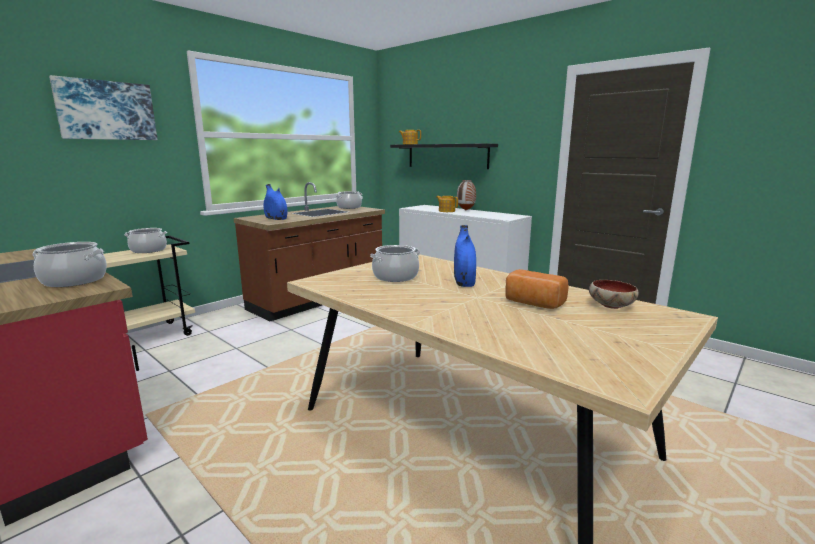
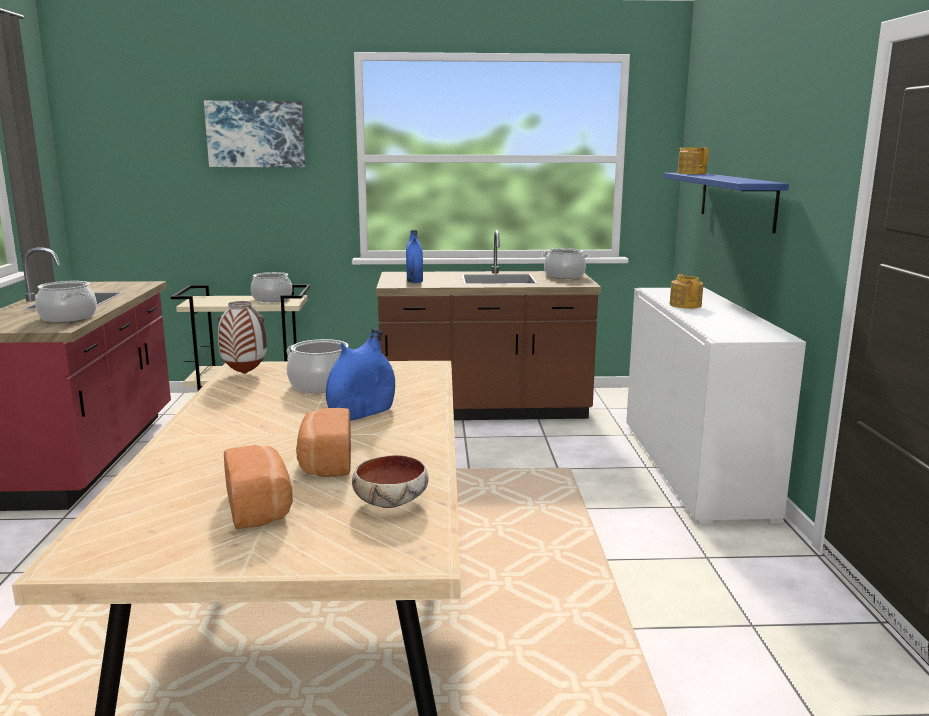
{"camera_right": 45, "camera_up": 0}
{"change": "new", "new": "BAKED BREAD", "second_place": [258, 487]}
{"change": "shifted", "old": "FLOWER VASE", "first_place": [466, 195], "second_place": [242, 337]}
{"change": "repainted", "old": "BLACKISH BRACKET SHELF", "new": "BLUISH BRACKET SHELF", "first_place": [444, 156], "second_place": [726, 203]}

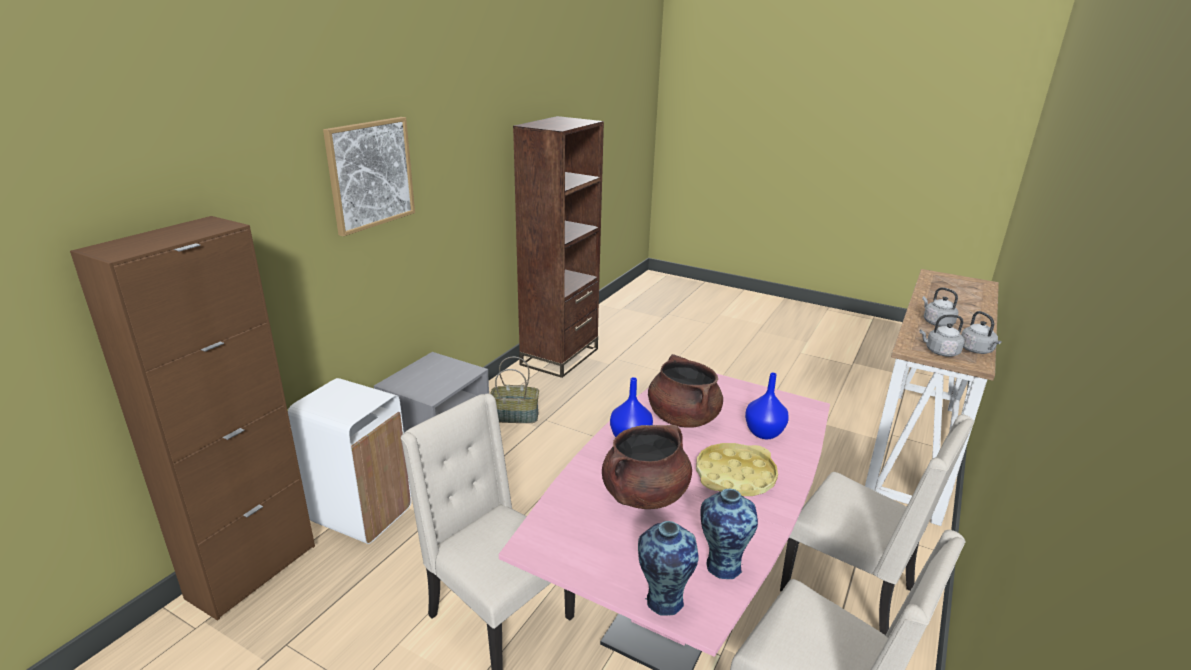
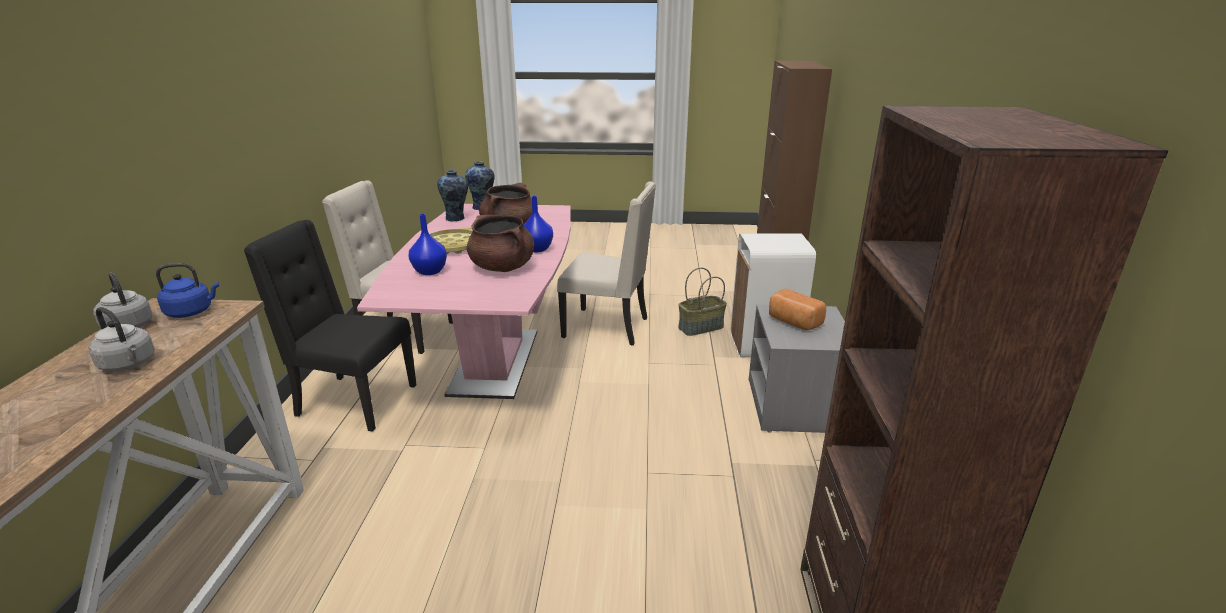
{"camera_right": 155, "camera_up": 0}
{"change": "gone", "old": "WALL PICTURE", "first_place": [369, 176]}
{"change": "new", "new": "BAKED BREAD", "second_place": [797, 309]}
{"change": "shifted", "old": "STORAGE BASKET", "first_place": [514, 389], "second_place": [702, 302]}
{"change": "repainted", "old": "BEIGE-COLOURED CHAIR", "new": "BLACKISH CHAIR", "first_place": [877, 524], "second_place": [330, 326]}
{"change": "repainted", "old": "GREY WATER KETTLE", "new": "BLUISH WATER KETTLE", "first_place": [942, 336], "second_place": [187, 290]}

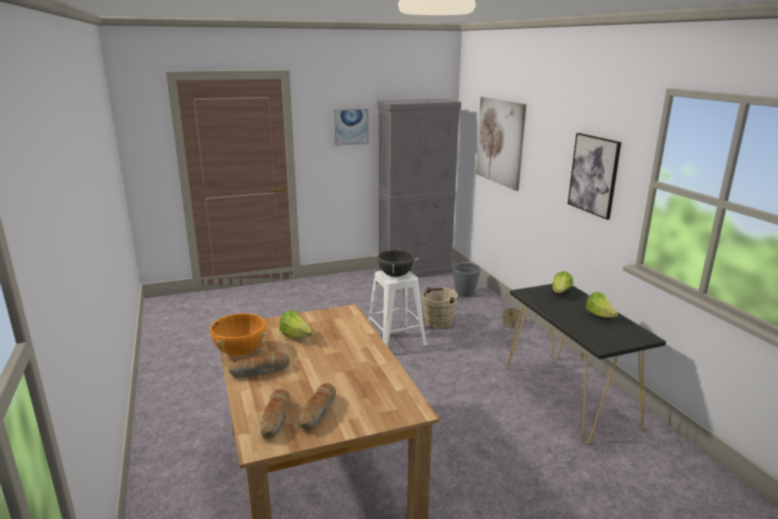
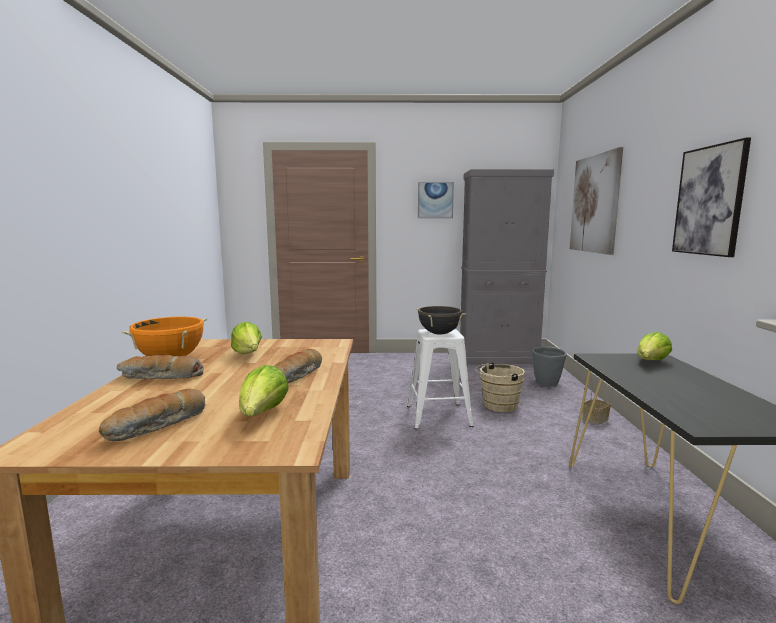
{"camera_right": 20, "camera_up": -10}
{"change": "shifted", "old": "BAKED BREAD", "first_place": [275, 413], "second_place": [298, 366]}
{"change": "shifted", "old": "HEAD OF LETTUCE", "first_place": [602, 305], "second_place": [264, 391]}

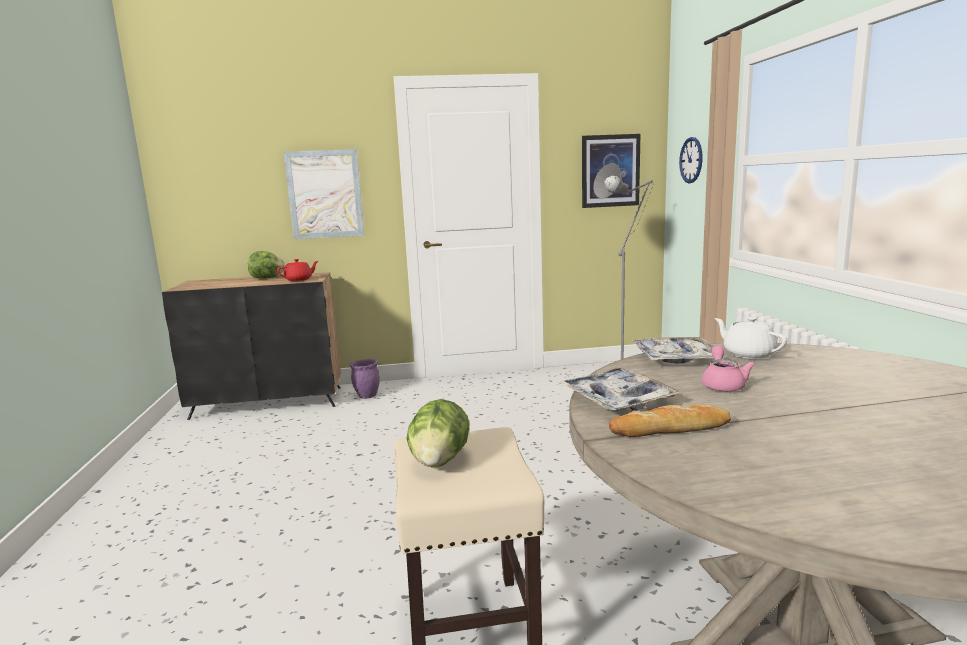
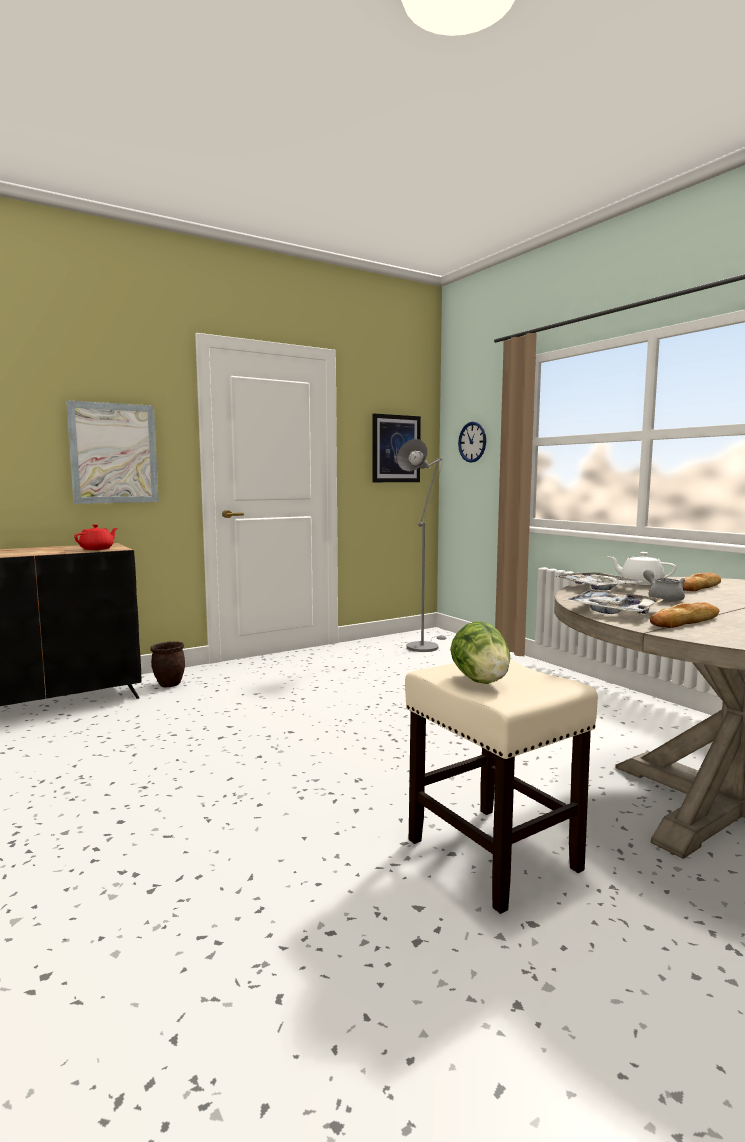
{"camera_right": -25, "camera_up": -5}
{"change": "gone", "old": "HEAD OF LETTUCE", "first_place": [266, 265]}
{"change": "new", "new": "BAKED BREAD", "second_place": [702, 581]}
{"change": "repainted", "old": "PURPLE FLOWER POT", "new": "BROWN-COLOURED FLOWER POT", "first_place": [365, 379], "second_place": [167, 664]}
{"change": "repainted", "old": "PINK-COLOURED TEA POT", "new": "GREY TEA POT", "first_place": [728, 368], "second_place": [664, 586]}

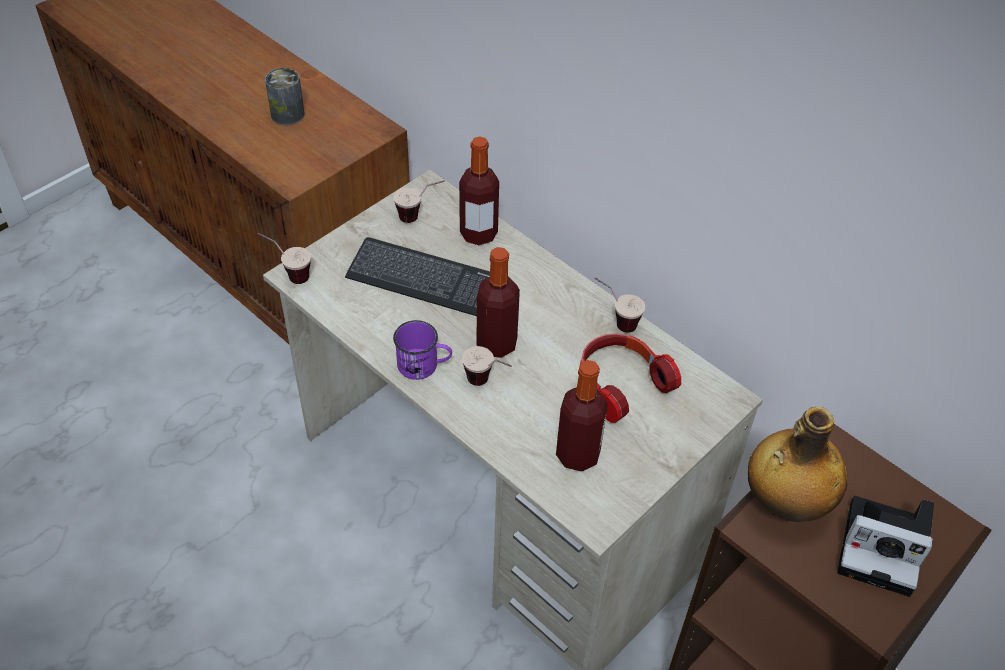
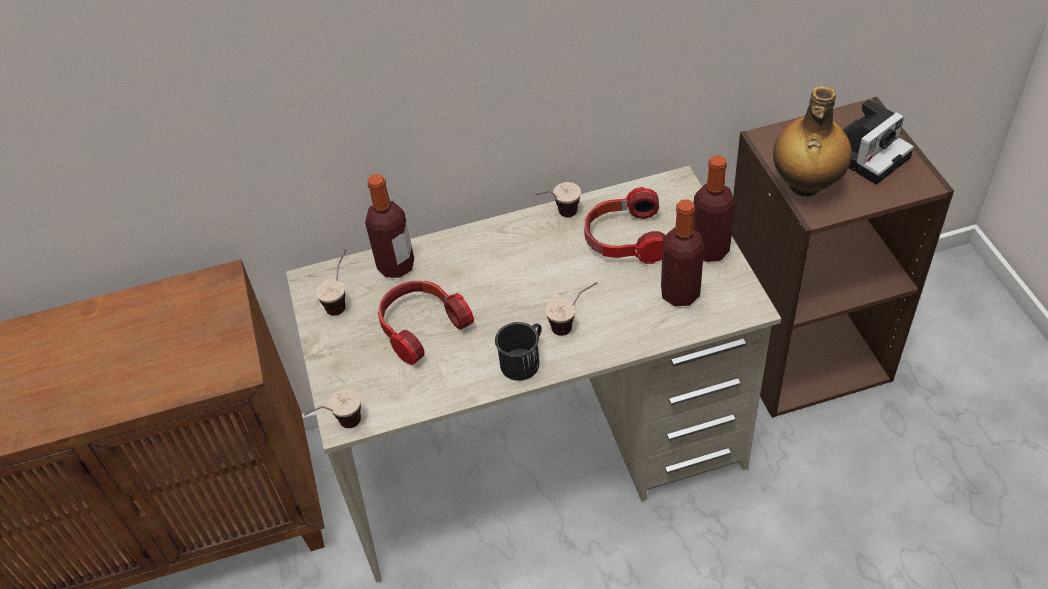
{"camera_right": -55, "camera_up": 0}
{"change": "gone", "old": "SEALED CAN", "first_place": [285, 96]}
{"change": "shifted", "old": "DRINK BOTTLE", "first_place": [498, 302], "second_place": [714, 208]}
{"change": "swapped", "old": "COMPUTER KEYBOARD", "new": "HEADPHONES", "first_place": [417, 276], "second_place": [426, 322]}
{"change": "repainted", "old": "PURPLE TEA MUG", "new": "BLACKISH TEA MUG", "first_place": [422, 350], "second_place": [518, 351]}

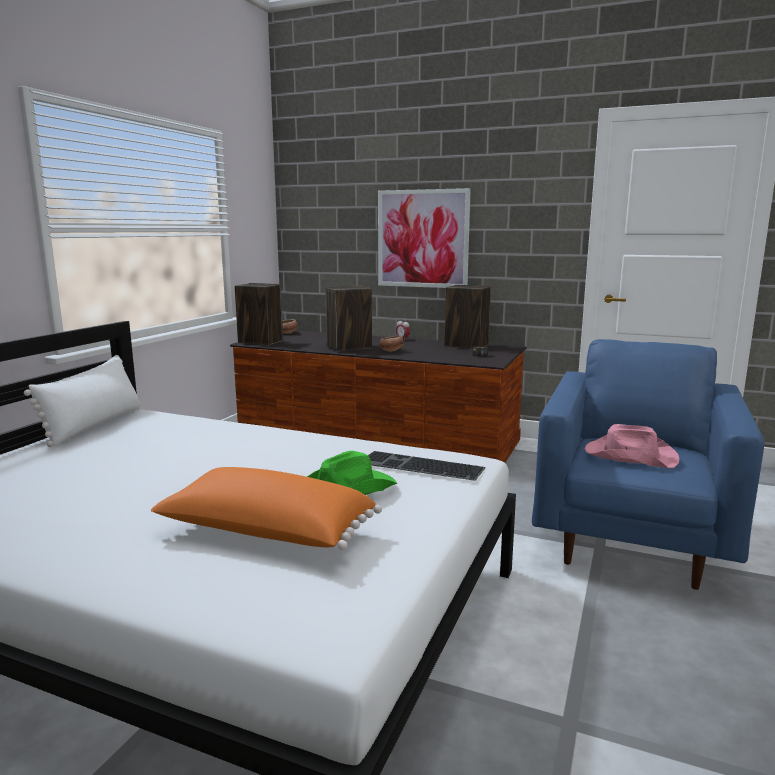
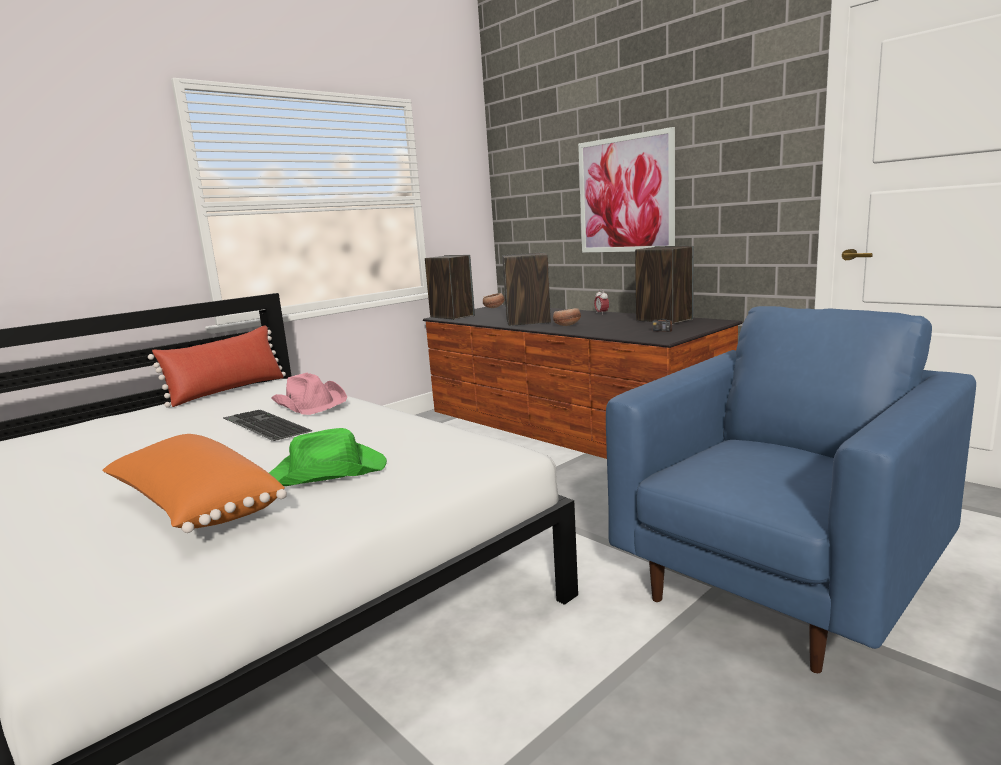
{"camera_right": 25, "camera_up": 0}
{"change": "shifted", "old": "COMPUTER KEYBOARD", "first_place": [427, 466], "second_place": [268, 425]}
{"change": "shifted", "old": "PINK-COLOURED CLOTHING HAT", "first_place": [631, 446], "second_place": [309, 394]}
{"change": "repainted", "old": "WHITE PILLOW", "new": "RED-COLOURED PILLOW", "first_place": [82, 401], "second_place": [217, 366]}

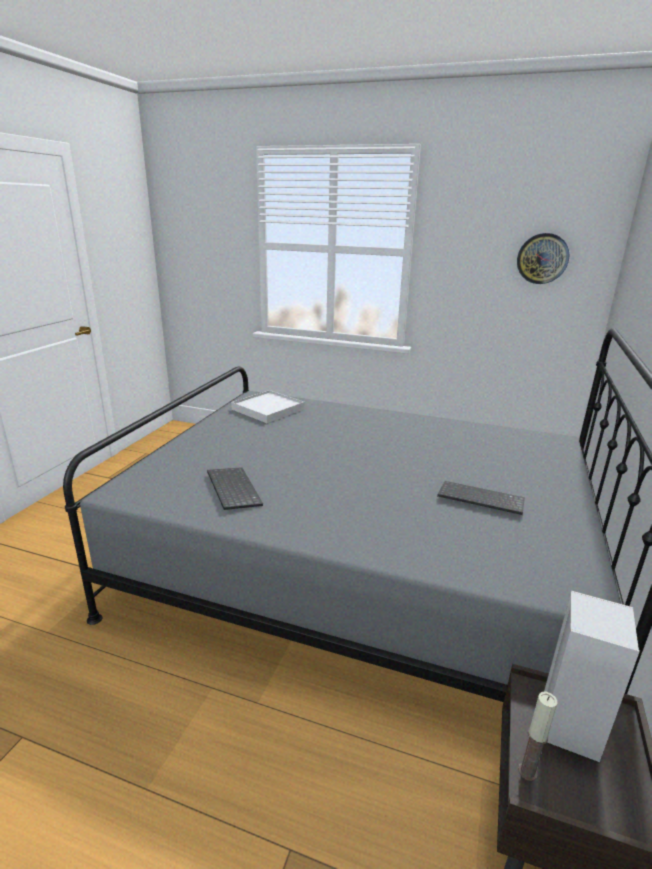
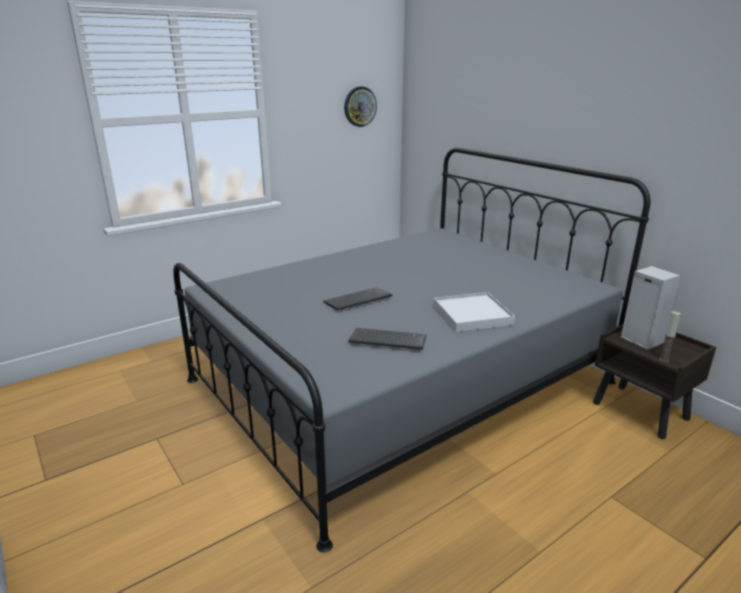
{"camera_right": -55, "camera_up": 0}
{"change": "shifted", "old": "WHITE CARRYING TRAY", "first_place": [268, 406], "second_place": [474, 312]}
{"change": "shifted", "old": "COMPUTER KEYBOARD", "first_place": [481, 498], "second_place": [357, 299]}

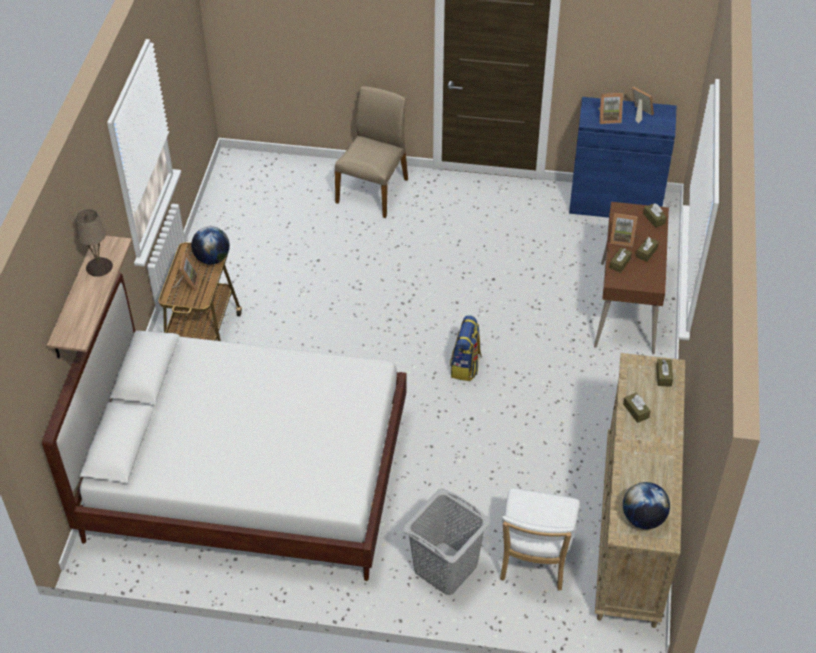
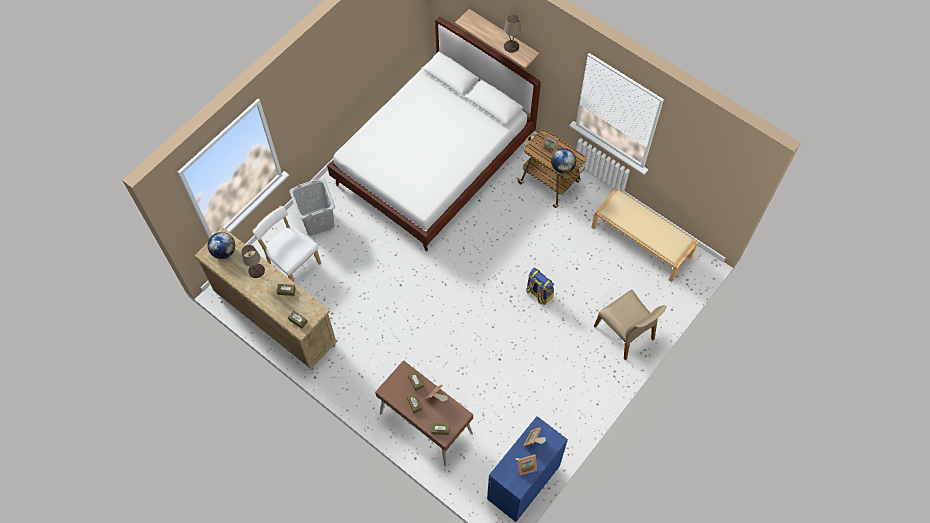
{"camera_right": 120, "camera_up": 15}
{"change": "new", "new": "BEIGE-COLOURED TABLE LAMP", "second_place": [253, 261]}
{"change": "new", "new": "BEIGE-COLOURED INDOOR BENCH", "second_place": [644, 235]}
{"change": "shifted", "old": "BACKPACK", "first_place": [466, 348], "second_place": [540, 286]}

